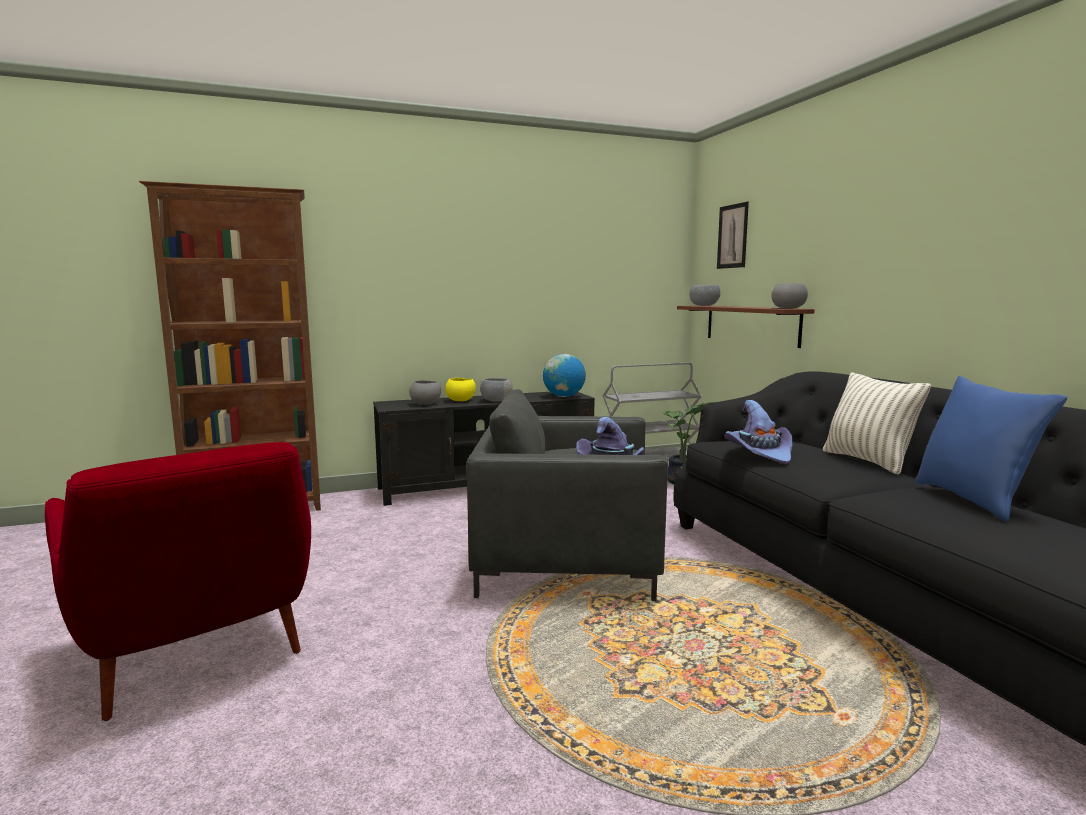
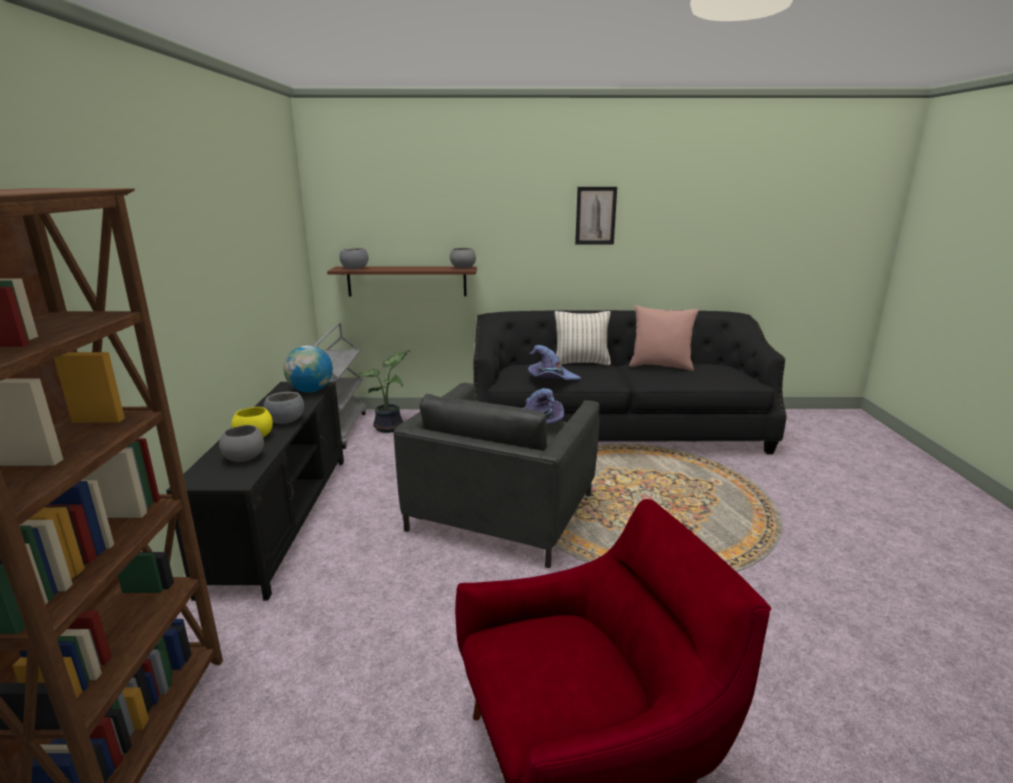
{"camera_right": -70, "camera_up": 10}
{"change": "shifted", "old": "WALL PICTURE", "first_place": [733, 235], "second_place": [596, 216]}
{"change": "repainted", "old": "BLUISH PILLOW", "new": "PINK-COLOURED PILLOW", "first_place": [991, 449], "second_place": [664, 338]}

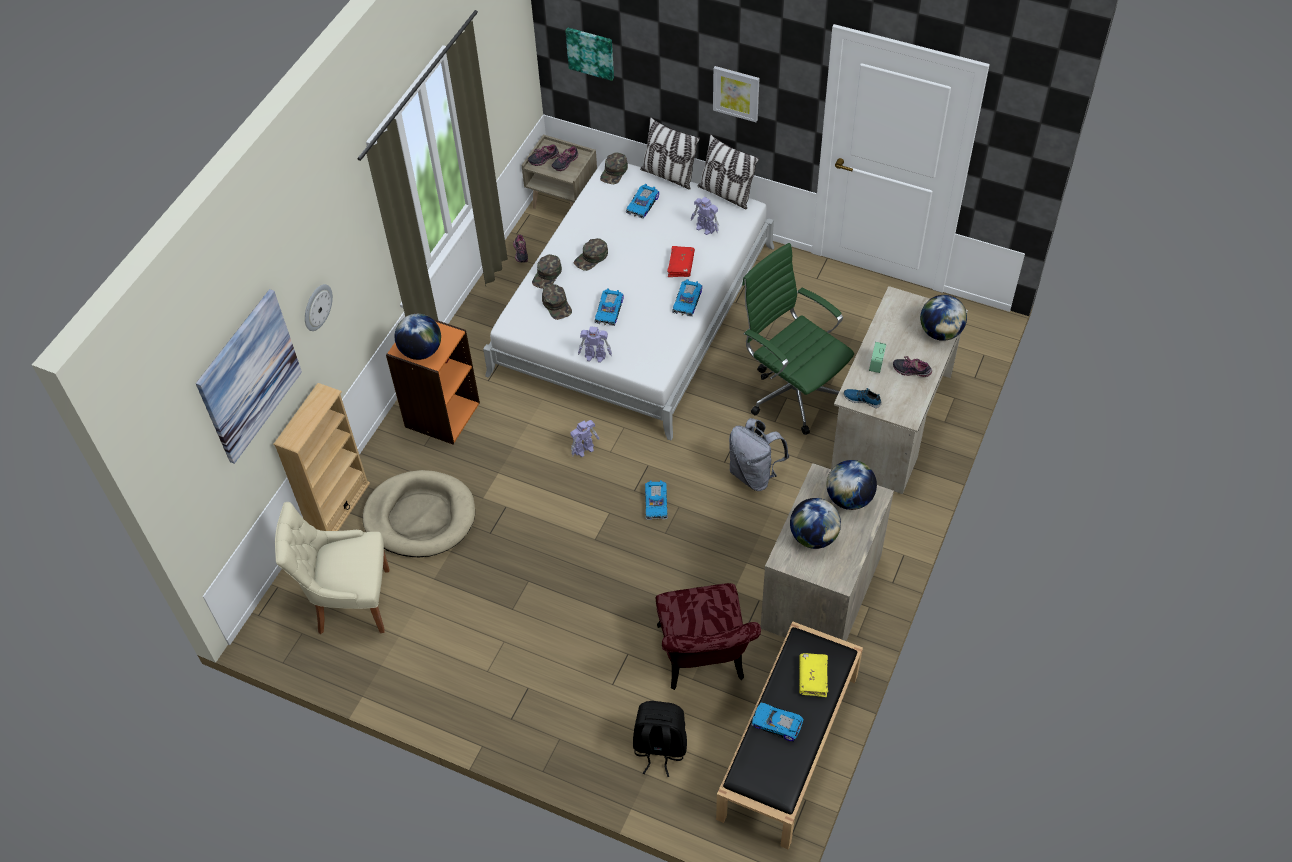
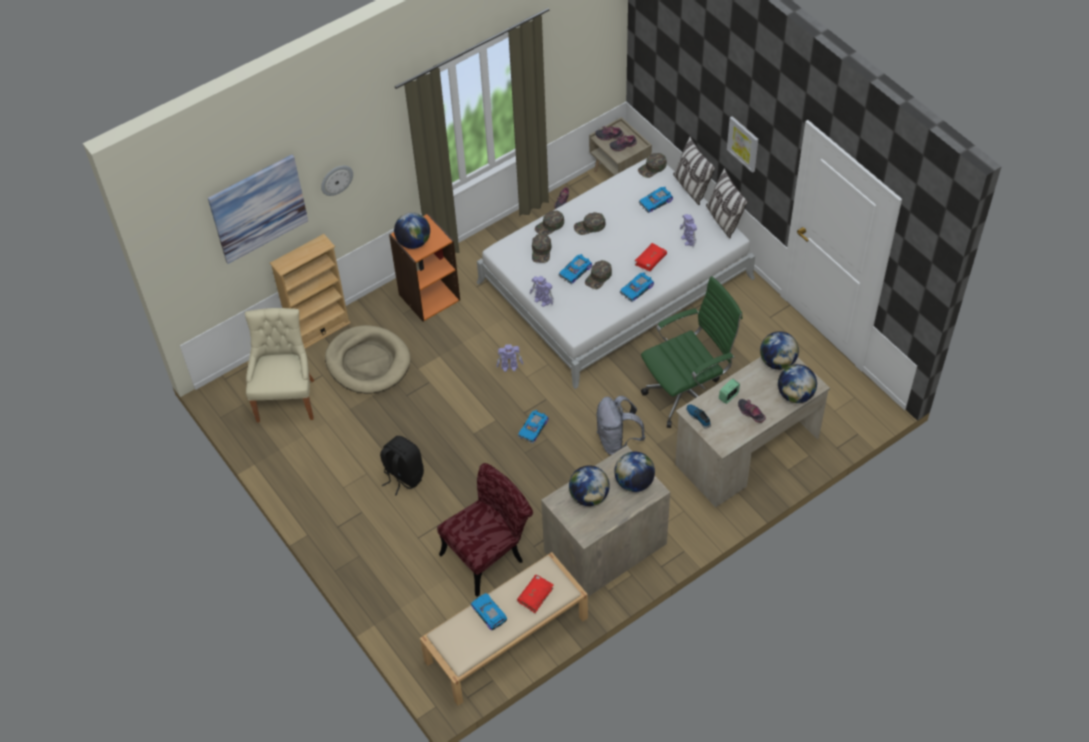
{"camera_right": 30, "camera_up": 0}
{"change": "gone", "old": "WALL PICTURE", "first_place": [589, 54]}
{"change": "new", "new": "GREEN PEAKED CAP", "second_place": [598, 274]}
{"change": "new", "new": "GLOBE", "second_place": [779, 350]}
{"change": "shifted", "old": "BLACKISH BACKPACK", "first_place": [660, 739], "second_place": [402, 465]}
{"change": "repainted", "old": "BLACKISH INDOOR BENCH", "new": "BEIGE-COLOURED INDOOR BENCH", "first_place": [789, 735], "second_place": [504, 629]}
{"change": "repainted", "old": "YELLOW VOLUME", "new": "RED-COLOURED VOLUME", "first_place": [813, 675], "second_place": [535, 594]}
{"change": "rotated", "old": "BEIGE-COLOURED CHAIR", "first_place": [332, 568], "second_place": [280, 365], "degrees": 60}
{"change": "rotated", "old": "RED-COLOURED CHAIR", "first_place": [708, 636], "second_place": [485, 530], "degrees": -150}
{"change": "rotated", "old": "GREEN COMPUTER CHAIR", "first_place": [798, 339], "second_place": [692, 352], "degrees": 75}

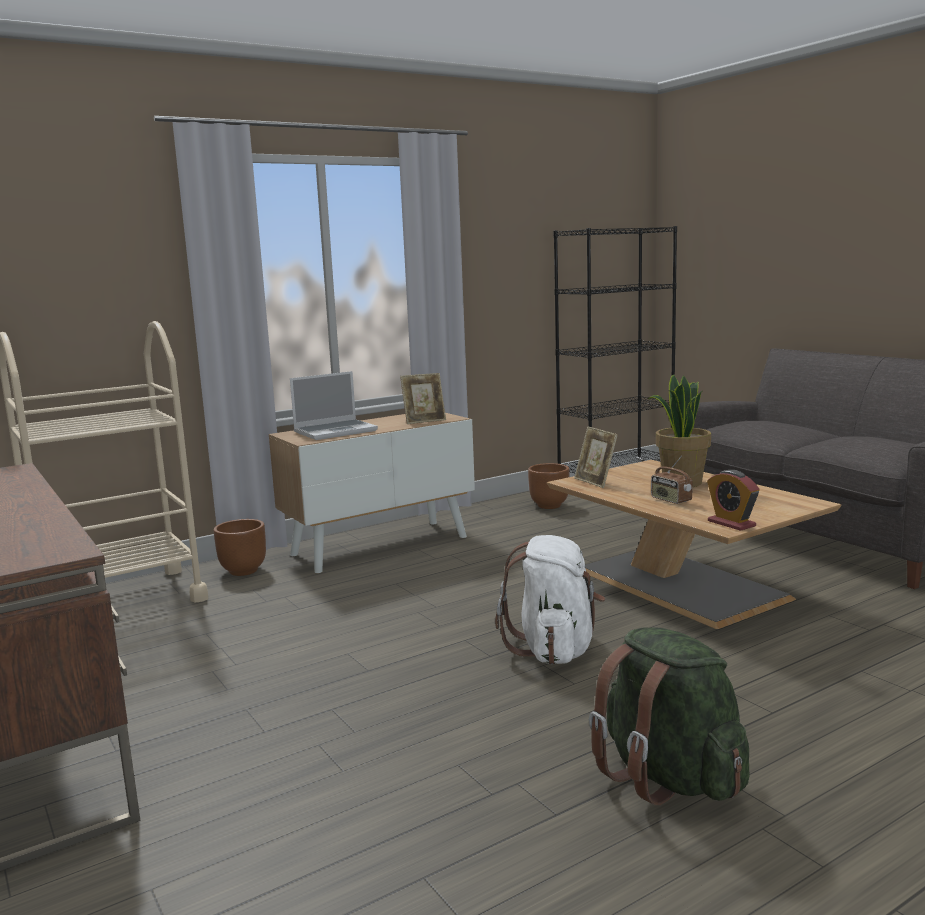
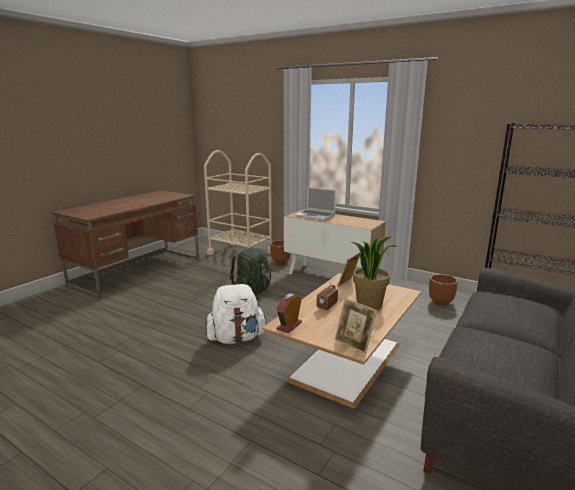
{"camera_right": 65, "camera_up": 5}
{"change": "shifted", "old": "STANDING FRAME", "first_place": [423, 398], "second_place": [356, 326]}
{"change": "shifted", "old": "GREEN BACKPACK", "first_place": [669, 716], "second_place": [250, 272]}

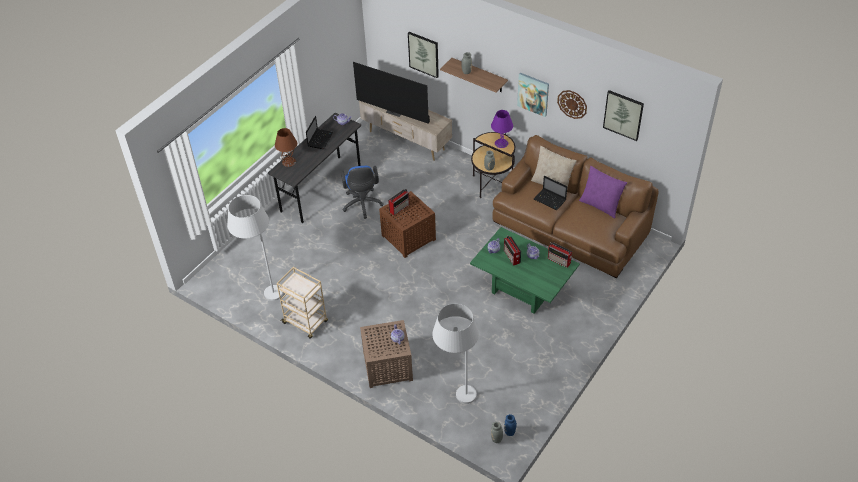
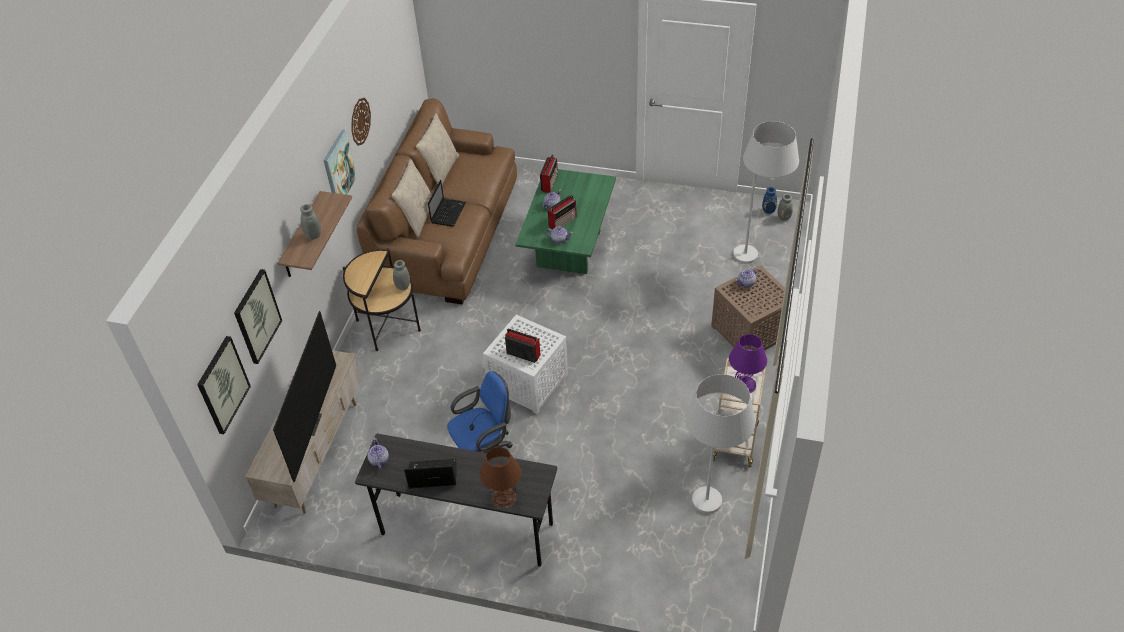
{"camera_right": -110, "camera_up": 0}
{"change": "shifted", "old": "PURPLE TABLE LAMP", "first_place": [502, 129], "second_place": [748, 363]}
{"change": "shifted", "old": "WALL PICTURE", "first_place": [623, 115], "second_place": [224, 385]}
{"change": "repainted", "old": "BROWN-COLOURED END TABLE", "new": "WHITE END TABLE", "first_place": [407, 224], "second_place": [525, 364]}
{"change": "repainted", "old": "PURPLE PILLOW", "new": "BEIGE-COLOURED PILLOW", "first_place": [603, 192], "second_place": [437, 149]}

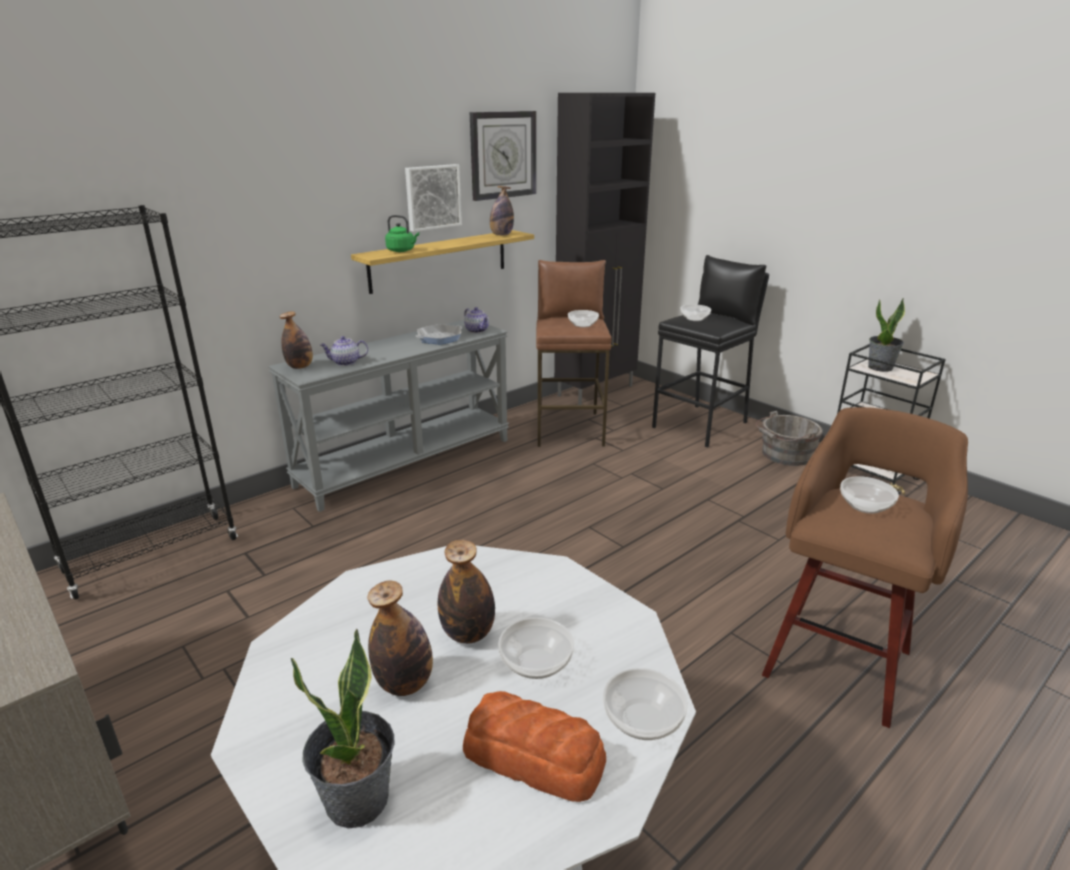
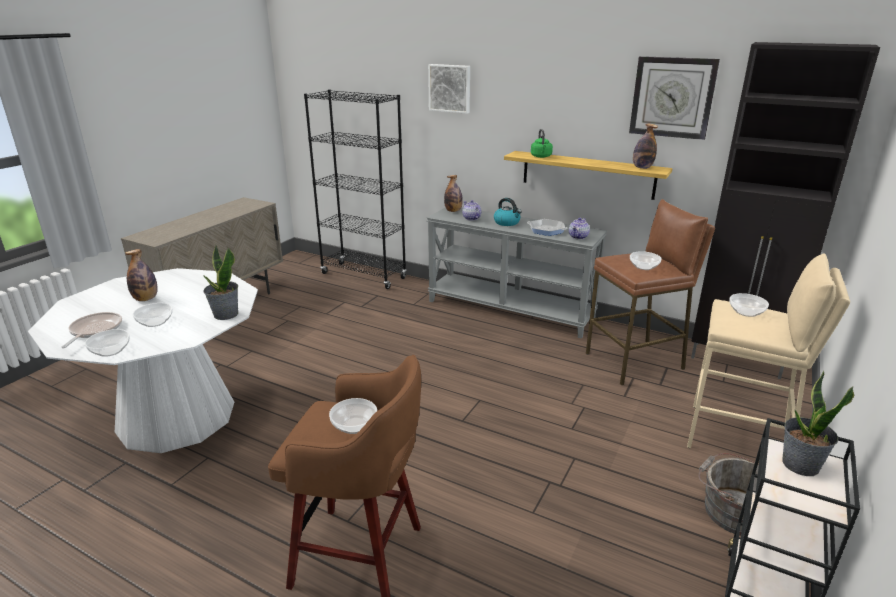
{"camera_right": 70, "camera_up": 0}
{"change": "gone", "old": "DRINK BOTTLE", "first_place": [466, 592]}
{"change": "new", "new": "WATER KETTLE", "second_place": [508, 212]}
{"change": "shifted", "old": "POTTED PLANT", "first_place": [343, 729], "second_place": [220, 282]}
{"change": "shifted", "old": "WALL PICTURE", "first_place": [433, 198], "second_place": [449, 89]}
{"change": "swapped", "old": "BAKED BREAD", "new": "SKILLET", "first_place": [534, 746], "second_place": [91, 330]}
{"change": "repainted", "old": "BLACKISH SITTING STOOL", "new": "BEIGE-COLOURED SITTING STOOL", "first_place": [710, 351], "second_place": [768, 350]}

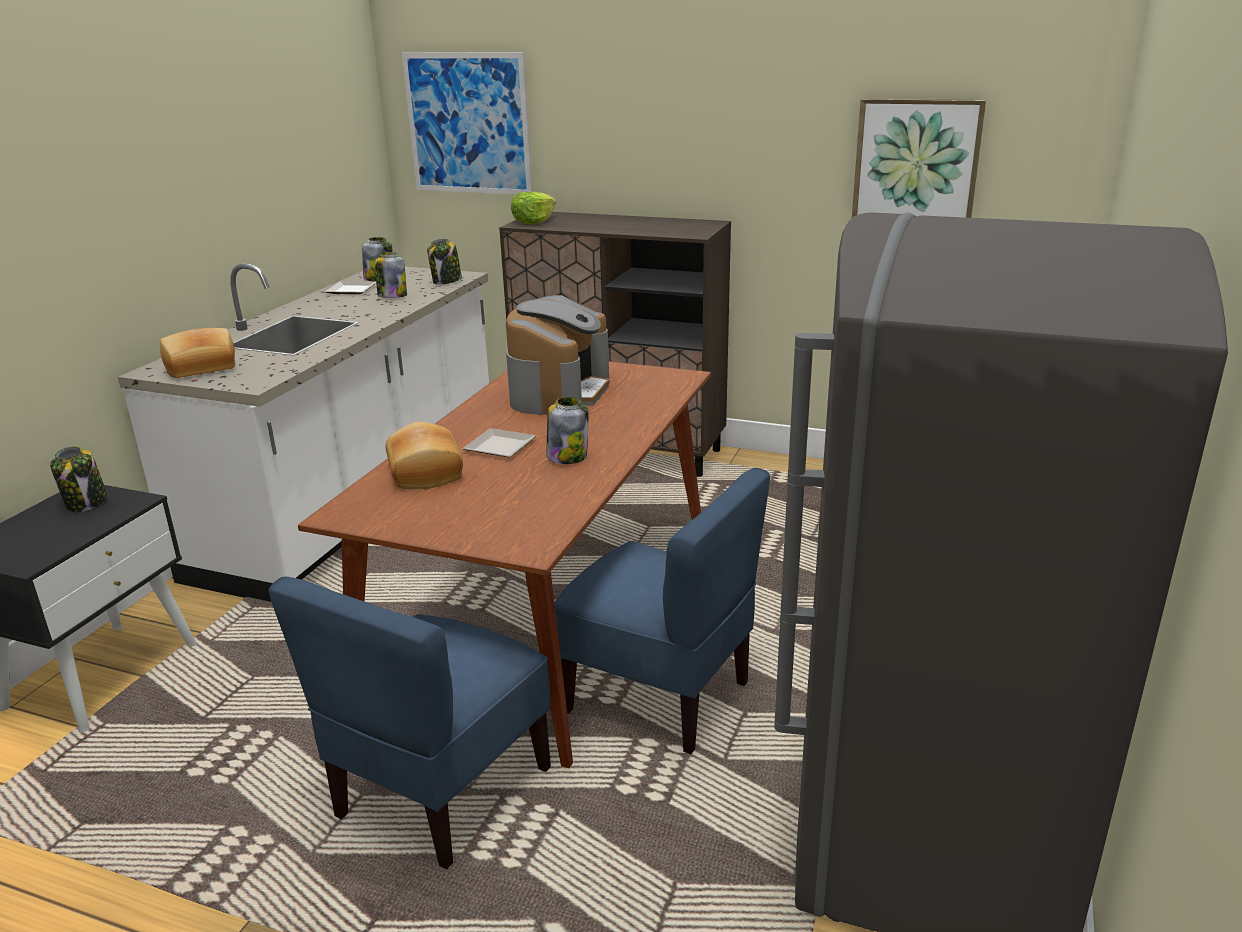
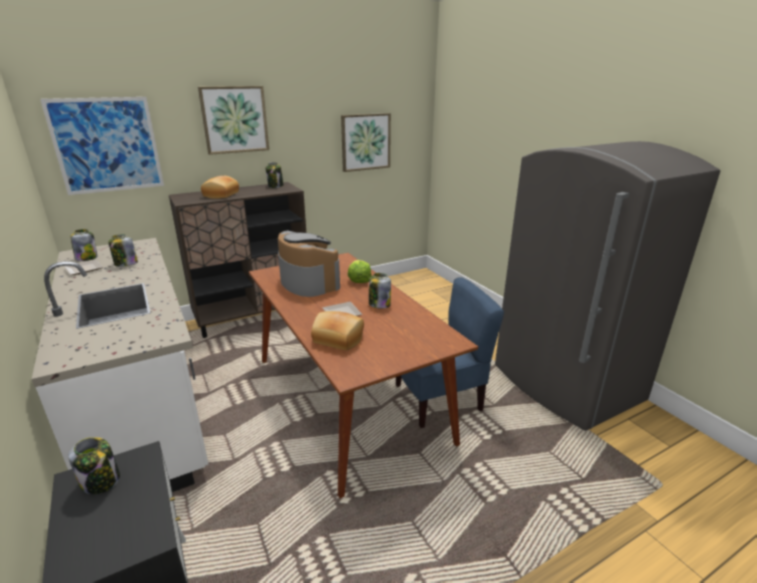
{"camera_right": -50, "camera_up": 0}
{"change": "gone", "old": "BLUISH CHAIR", "first_place": [409, 722]}
{"change": "new", "new": "WALL PICTURE", "second_place": [233, 120]}
{"change": "shifted", "old": "BAKED BREAD", "first_place": [197, 353], "second_place": [220, 187]}
{"change": "shifted", "old": "PRESERVE JAR", "first_place": [444, 262], "second_place": [274, 175]}
{"change": "shifted", "old": "HEAD OF LETTUCE", "first_place": [533, 208], "second_place": [360, 271]}

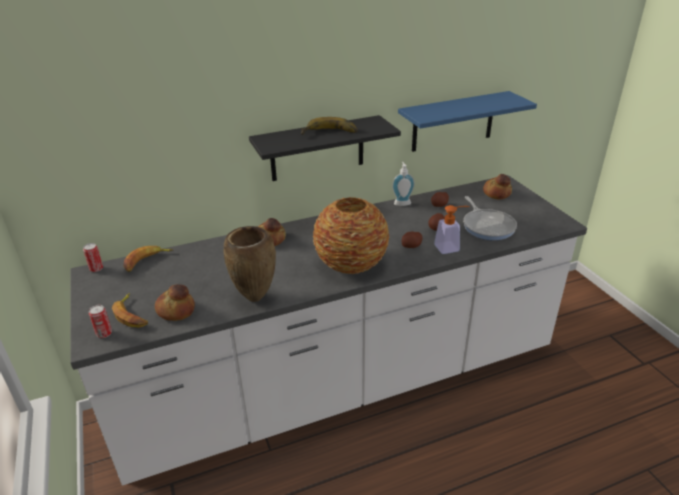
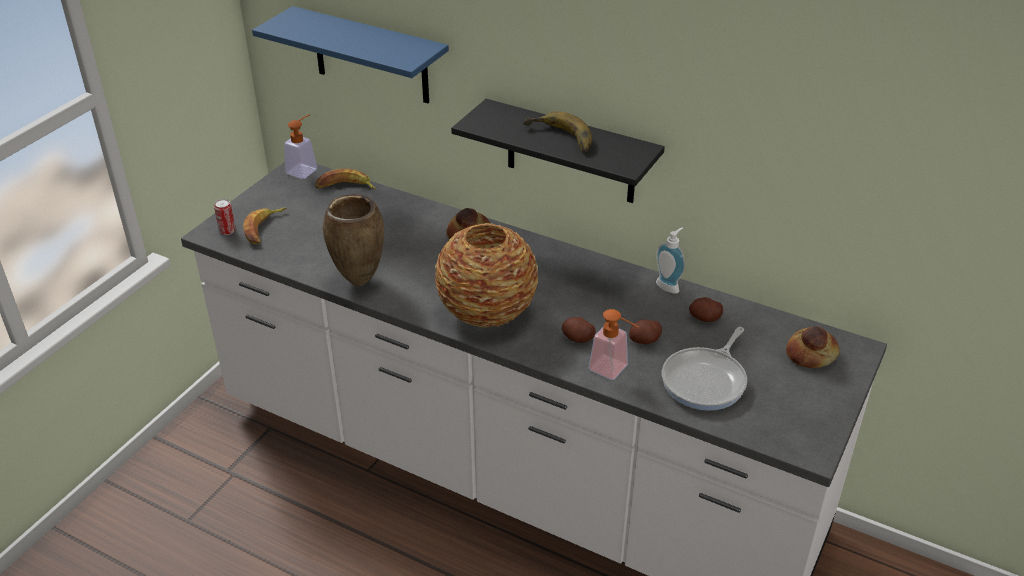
{"camera_right": 50, "camera_up": 5}
{"change": "gone", "old": "BAKED BREAD", "first_place": [175, 302]}
{"change": "shifted", "old": "BLUISH BRACKET SHELF", "first_place": [467, 121], "second_place": [350, 54]}
{"change": "swapped", "old": "SEALED CAN", "new": "LIQUID SOAP BOTTLE", "first_place": [93, 257], "second_place": [300, 146]}

